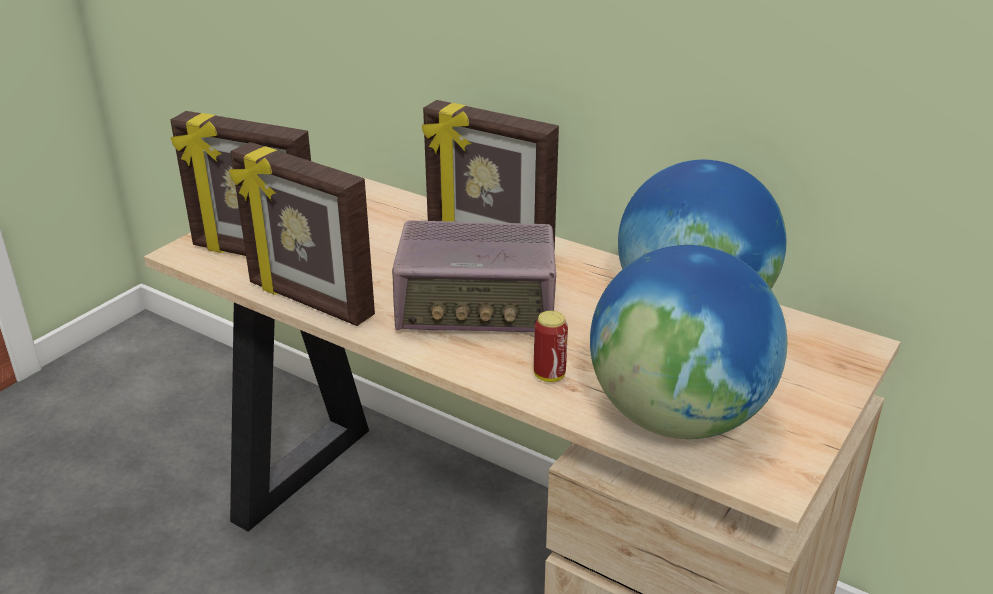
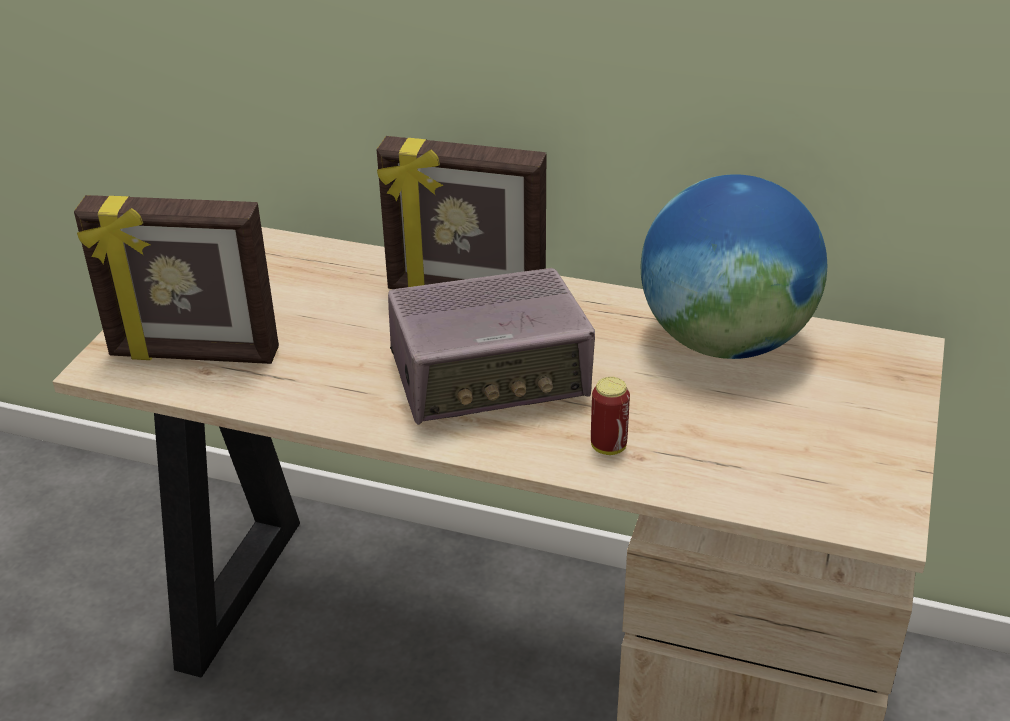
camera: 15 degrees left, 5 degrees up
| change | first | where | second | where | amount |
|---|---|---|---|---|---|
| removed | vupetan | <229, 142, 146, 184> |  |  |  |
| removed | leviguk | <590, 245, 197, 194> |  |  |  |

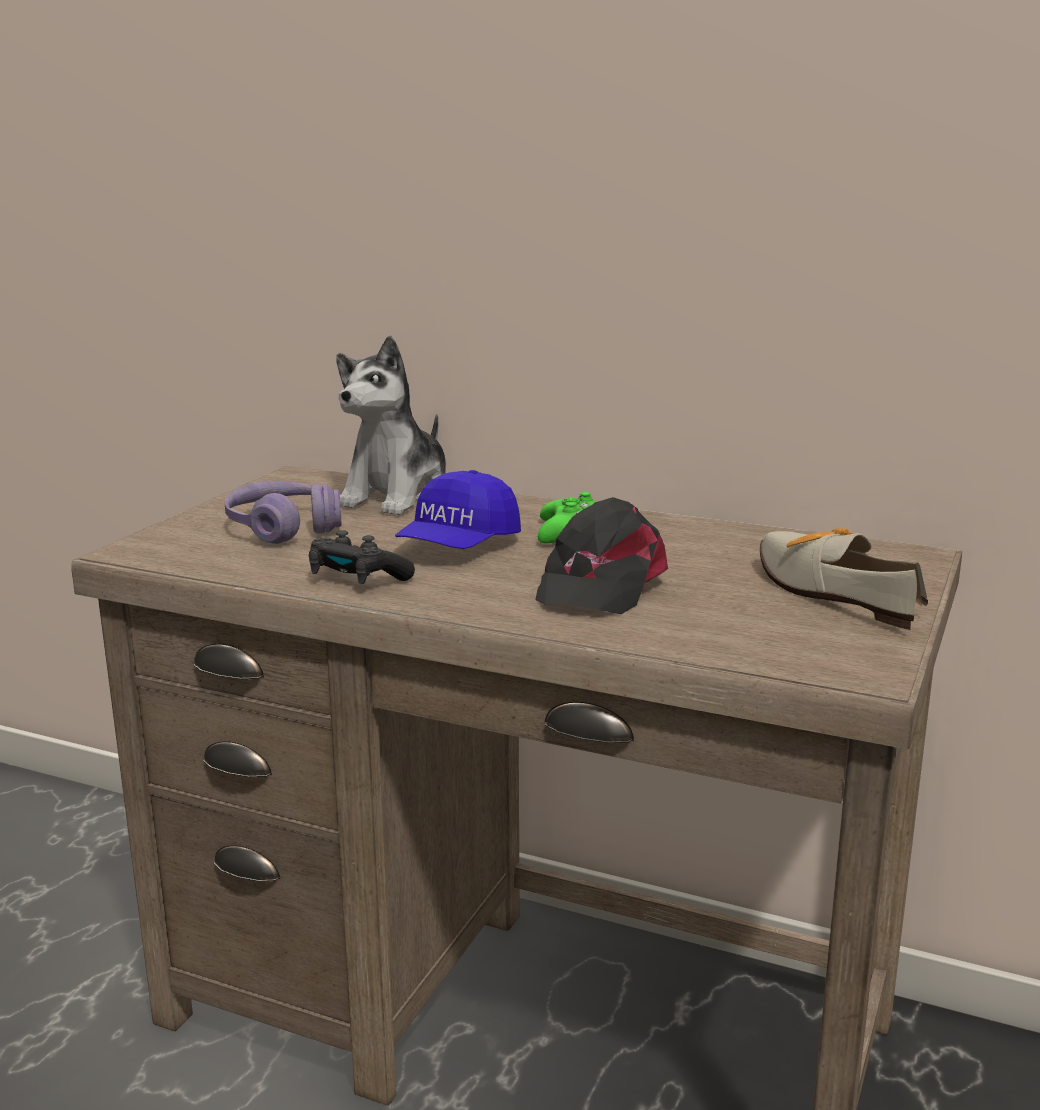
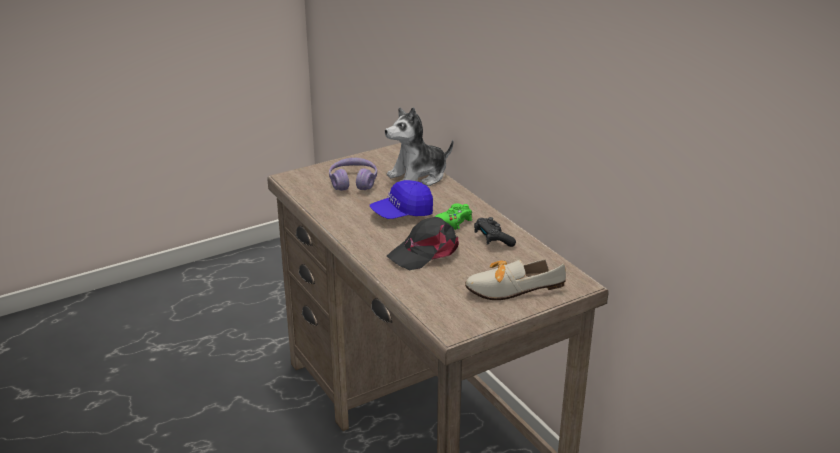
camera: 35 degrees right, 10 degrees up
| change | first | where | second | where | amount |
|---|---|---|---|---|---|
| turned | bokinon | <760, 528, 168, 102> |  | <465, 259, 101, 41> | 105 degrees counterclockwise |
| moved | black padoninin | <309, 530, 106, 54> |  | <474, 217, 42, 30> |  |

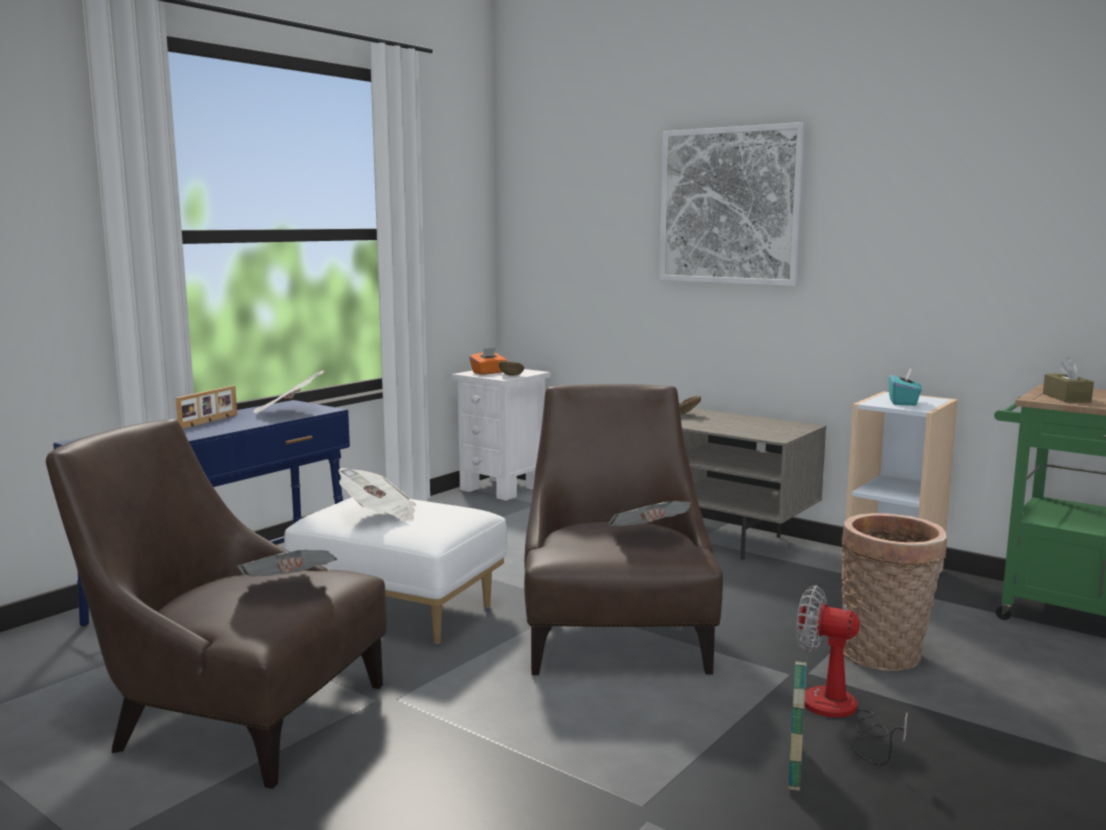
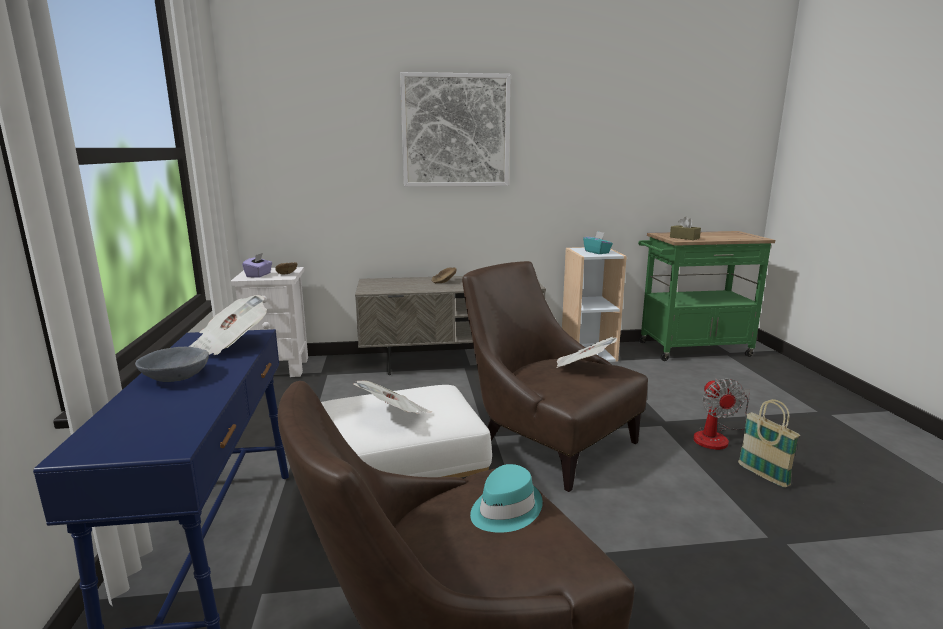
camera: 45 degrees left, 5 degrees up
| change | first | where | second | where | amount |
|---|---|---|---|---|---|
| replaced | vupetan | <176, 386, 61, 43> | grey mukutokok | <135, 347, 74, 35> |  |
| recoloured | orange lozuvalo | <469, 348, 38, 27> | purple lozuvalo | <242, 253, 30, 25> |  |
| replaced | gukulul | <237, 550, 100, 27> | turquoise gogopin | <470, 464, 73, 69> |  |
| turned | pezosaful | <796, 585, 112, 180> |  | <693, 378, 57, 72> | 75 degrees counterclockwise |
| removed | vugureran | <842, 513, 105, 158> |  |  |  |

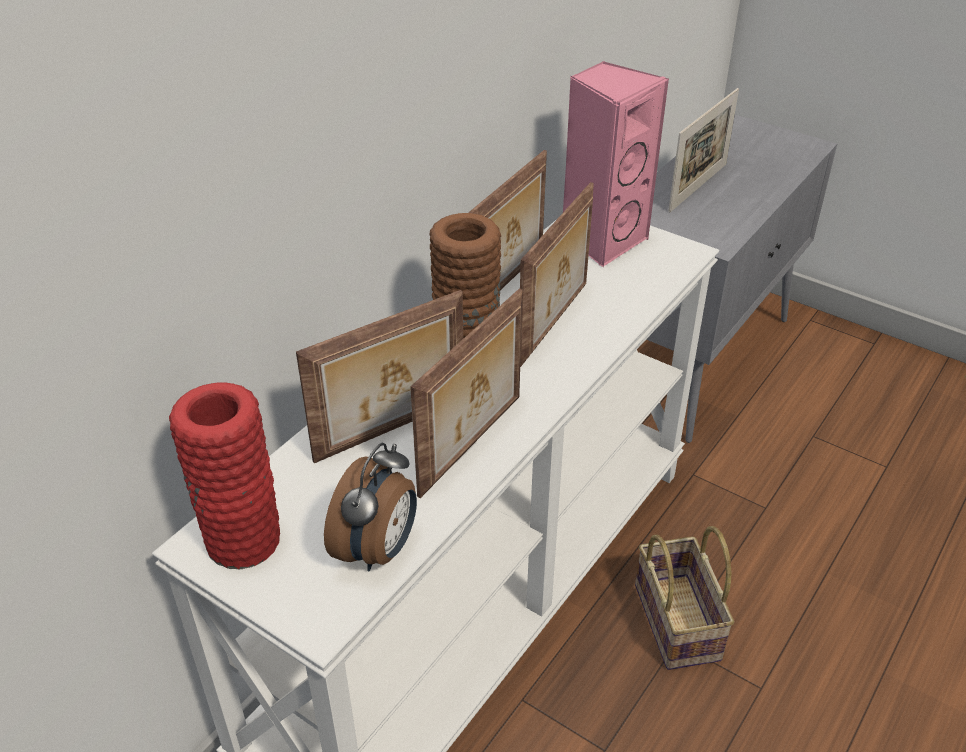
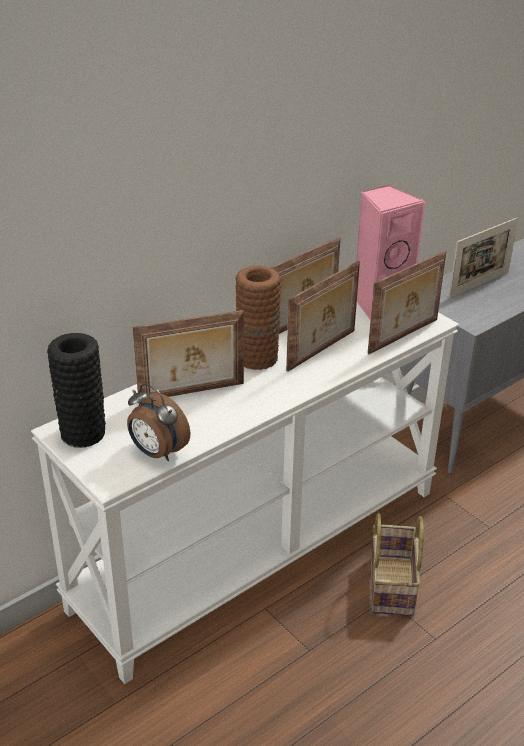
camera: 15 degrees right, 5 degrees down
| change | first | where | second | where | amount |
|---|---|---|---|---|---|
| recoloured | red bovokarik | <169, 382, 111, 187> | black bovokarik | <47, 333, 59, 115> |  |
| turned | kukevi | <324, 443, 93, 129> |  | <127, 384, 64, 77> | 90 degrees clockwise |
| moved | vupetan | <410, 288, 113, 210> |  | <367, 251, 80, 103> |  |

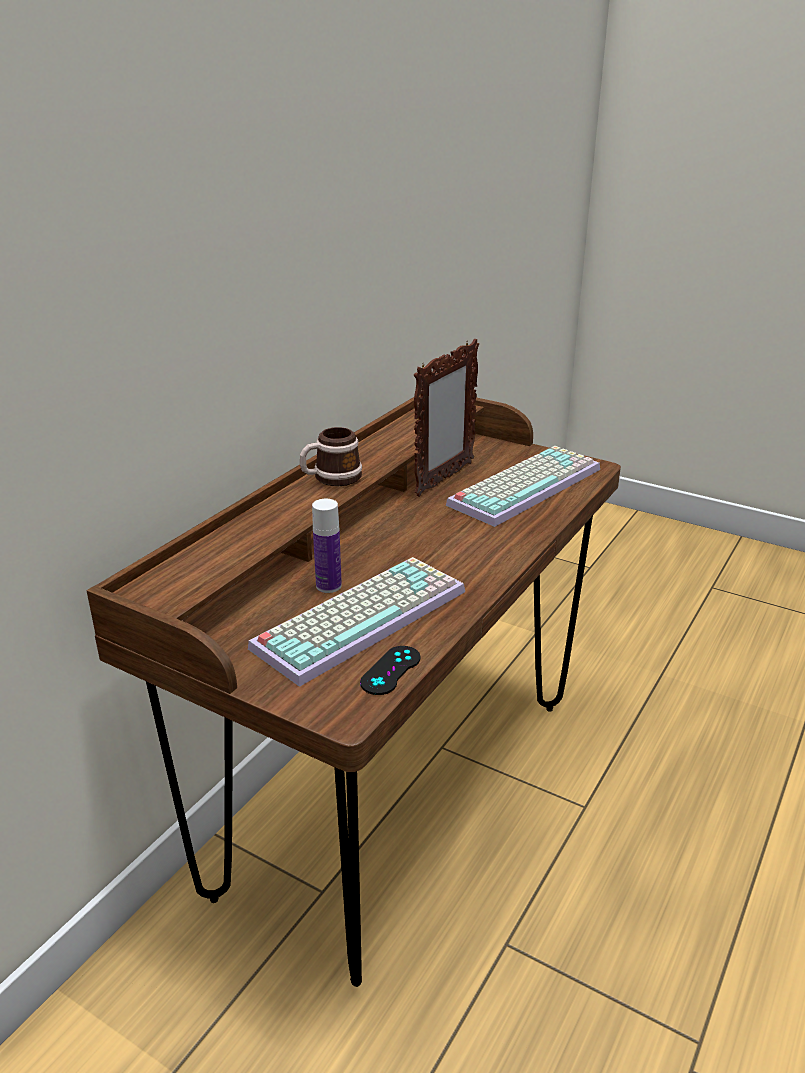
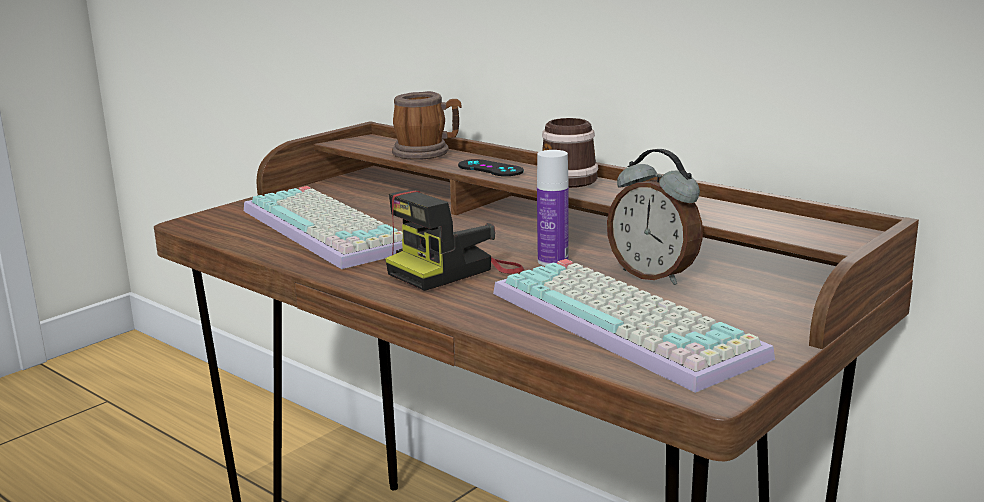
camera: 100 degrees right, 10 degrees down
| change | first | where | second | where | amount |
|---|---|---|---|---|---|
| added |  |  | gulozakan | <385, 190, 139, 101> |  |
| added |  |  | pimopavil | <392, 91, 69, 69> |  |
| moved | black padoninin | <360, 646, 61, 49> |  | <458, 159, 66, 17> |  |
| moved | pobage | <312, 499, 30, 94> |  | <537, 150, 32, 116> |  |
| replaced | vupetan | <414, 339, 65, 158> | kukevi | <607, 149, 96, 136> |  |

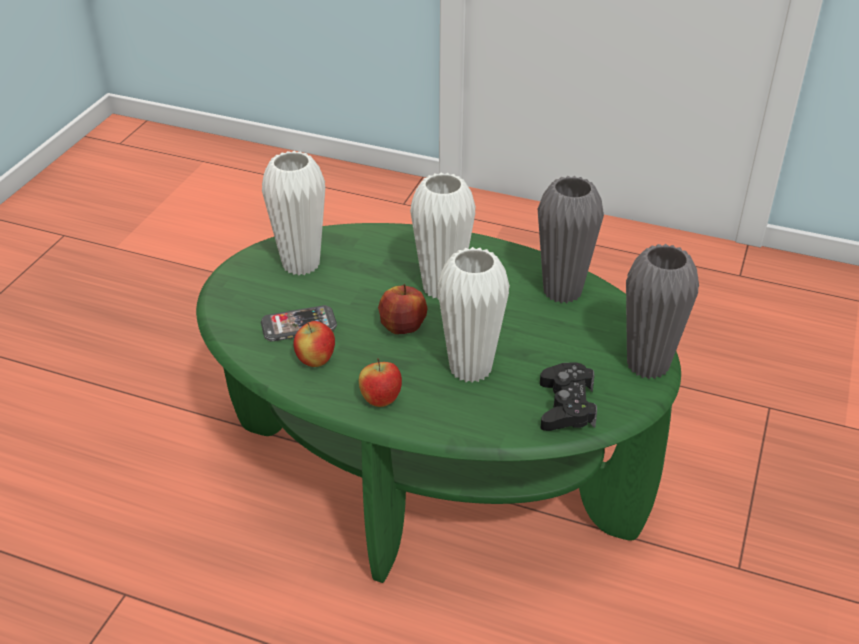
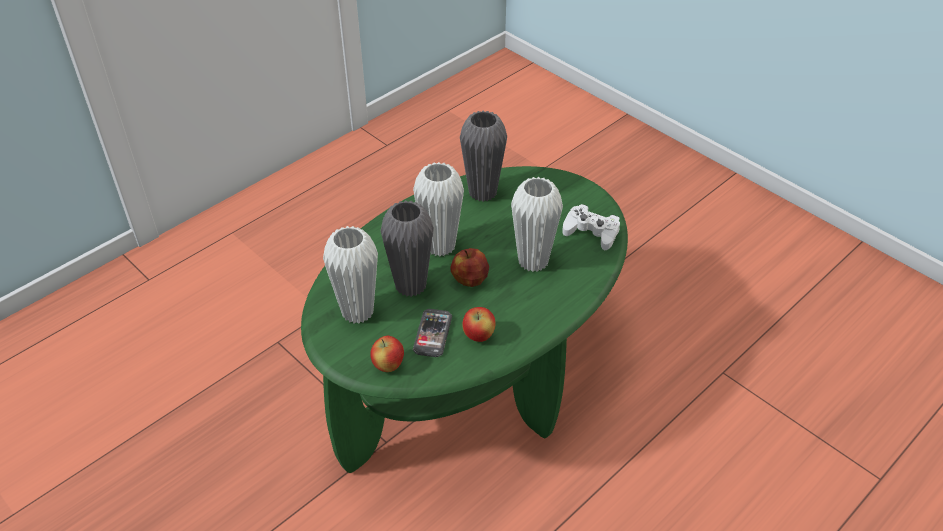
camera: 65 degrees left, 5 degrees up
| change | first | where | second | where | amount |
|---|---|---|---|---|---|
| moved | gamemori | <359, 358, 43, 49> |  | <370, 336, 34, 36> |  |
| moved | grey bovokarik | <626, 244, 73, 135> |  | <381, 200, 53, 97> |  |
| recoloured | black padoninin | <540, 362, 57, 69> | white padoninin | <562, 204, 58, 46> |  |

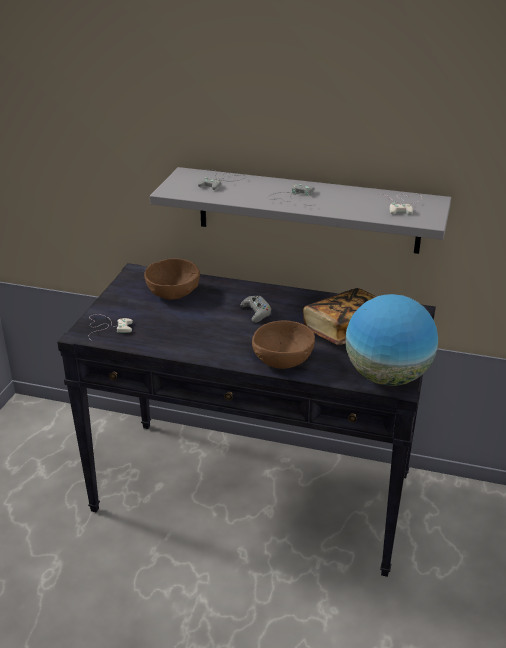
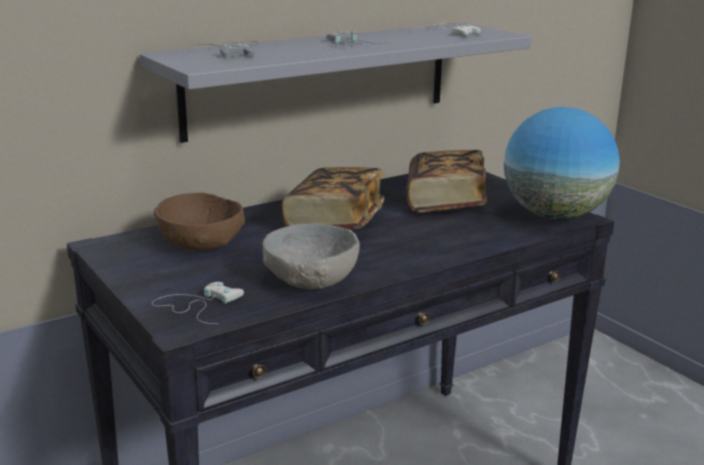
camera: 50 degrees left, 10 degrees down
| change | first | where | second | where | amount |
|---|---|---|---|---|---|
| added |  |  | grey mukutokok | <263, 224, 97, 66> |  |
| replaced | grey padoninin | <240, 295, 32, 28> | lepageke | <281, 167, 103, 62> |  |
| removed | brown mukutokok | <252, 320, 63, 49> |  |  |  |

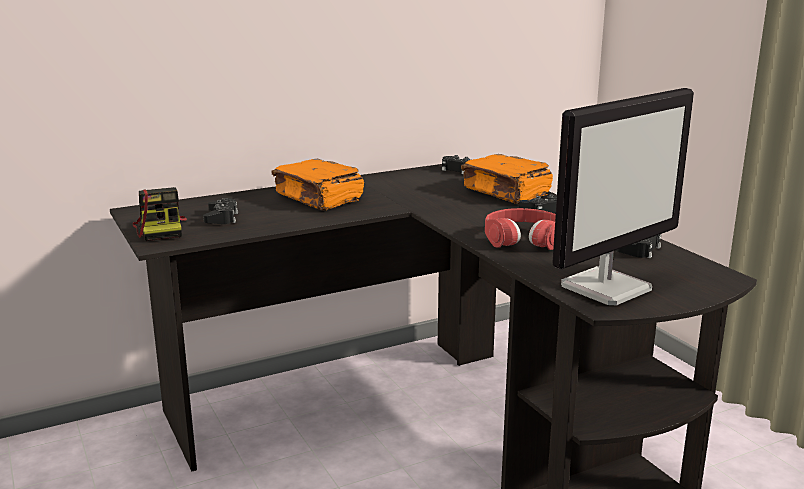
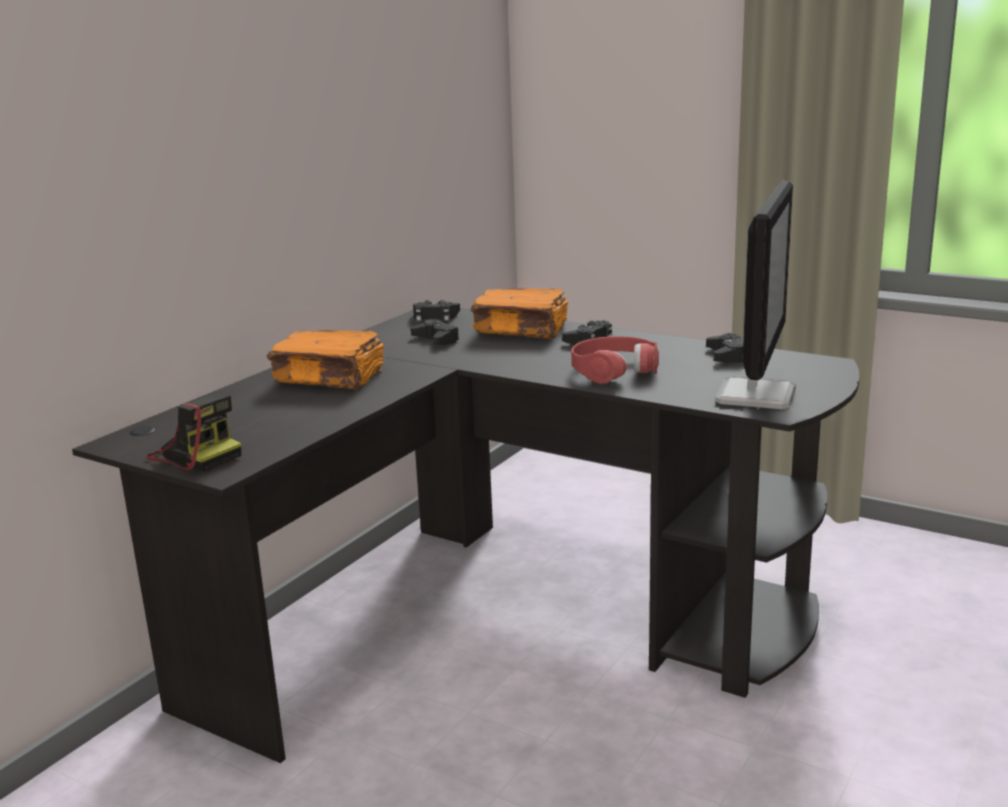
camera: 30 degrees left, 0 degrees up
| change | first | where | second | where | amount |
|---|---|---|---|---|---|
| moved | black padoninin | <203, 198, 35, 26> |  | <411, 319, 49, 26> |  |

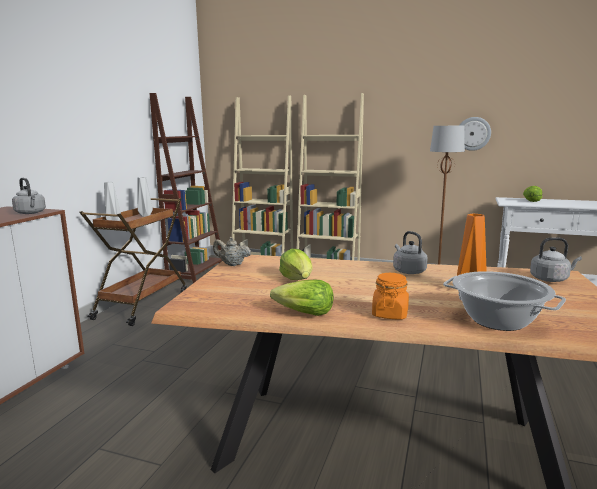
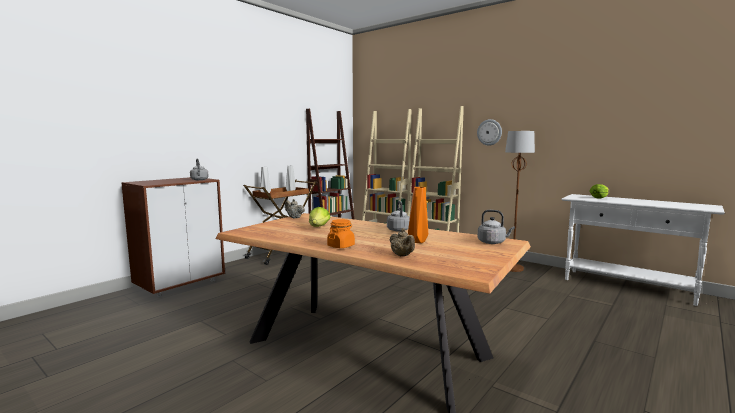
camera: 20 degrees right, 5 degrees down
| change | first | where | second | where | amount |
|---|---|---|---|---|---|
| replaced | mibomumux | <443, 271, 123, 60> | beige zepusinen | <389, 228, 26, 28> |  |
| moved | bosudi | <459, 117, 32, 34> |  | <477, 119, 25, 27> |  |
| removed | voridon | <270, 279, 64, 37> |  |  |  |

